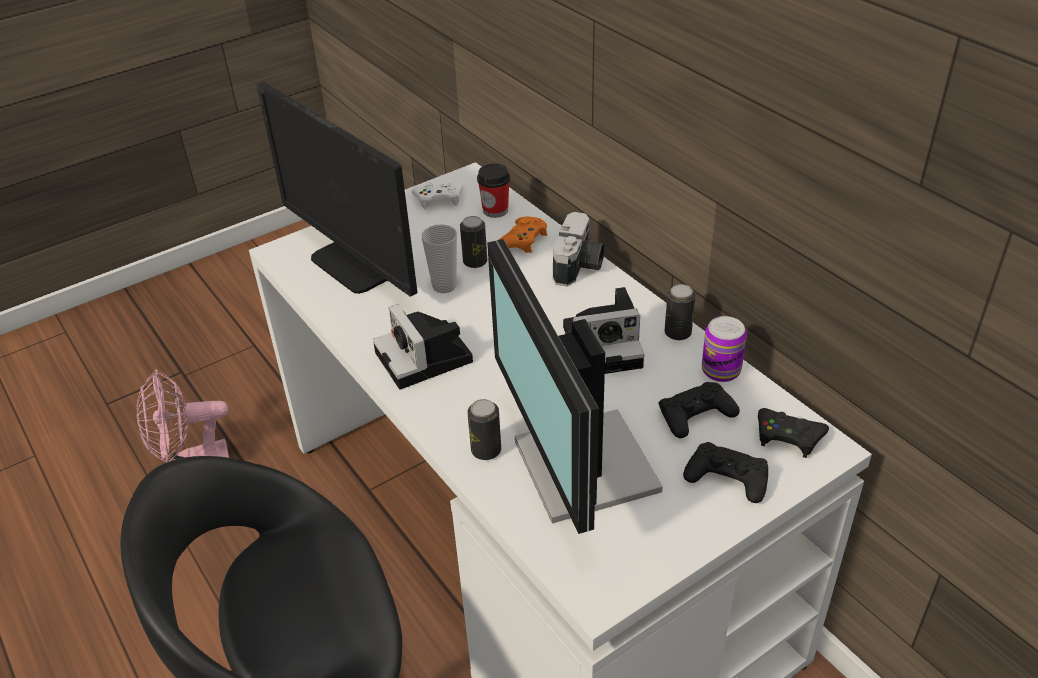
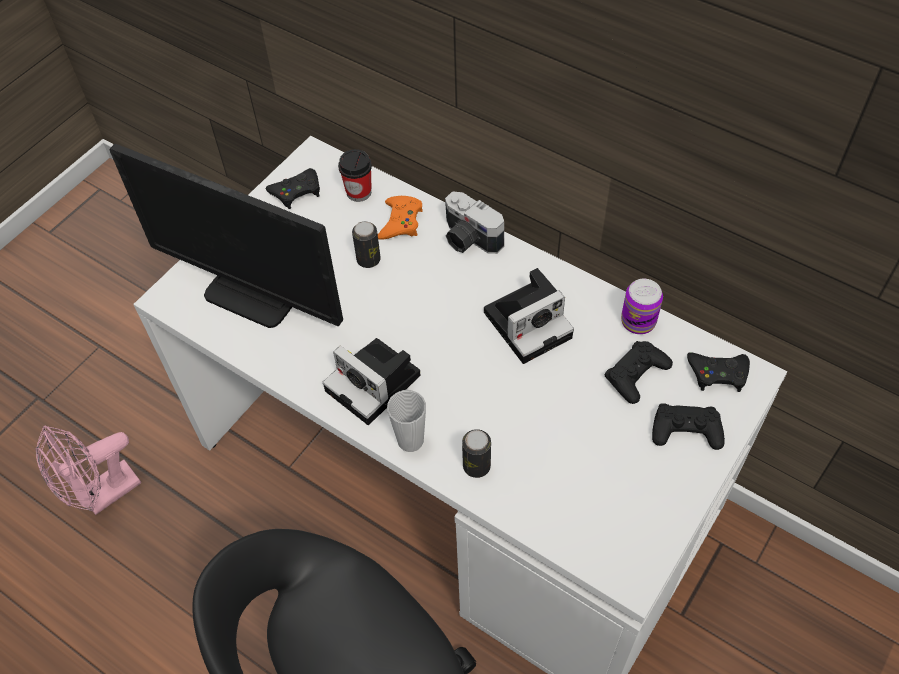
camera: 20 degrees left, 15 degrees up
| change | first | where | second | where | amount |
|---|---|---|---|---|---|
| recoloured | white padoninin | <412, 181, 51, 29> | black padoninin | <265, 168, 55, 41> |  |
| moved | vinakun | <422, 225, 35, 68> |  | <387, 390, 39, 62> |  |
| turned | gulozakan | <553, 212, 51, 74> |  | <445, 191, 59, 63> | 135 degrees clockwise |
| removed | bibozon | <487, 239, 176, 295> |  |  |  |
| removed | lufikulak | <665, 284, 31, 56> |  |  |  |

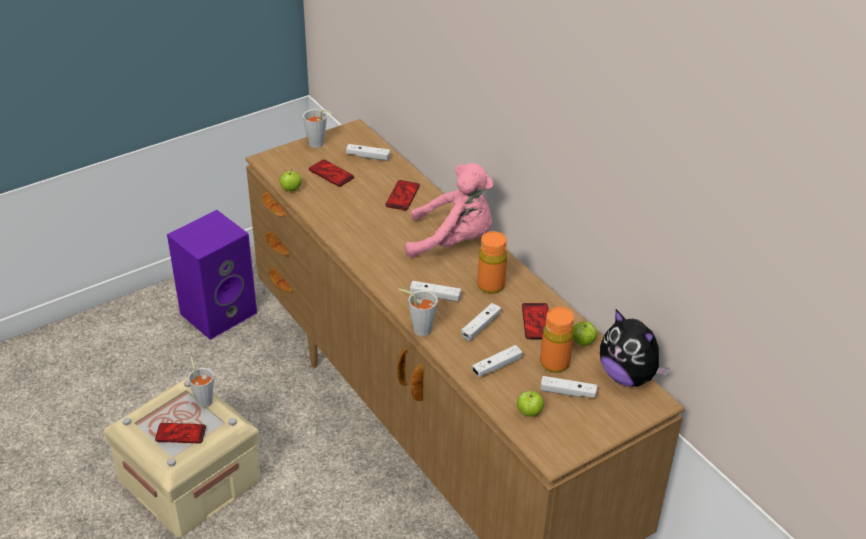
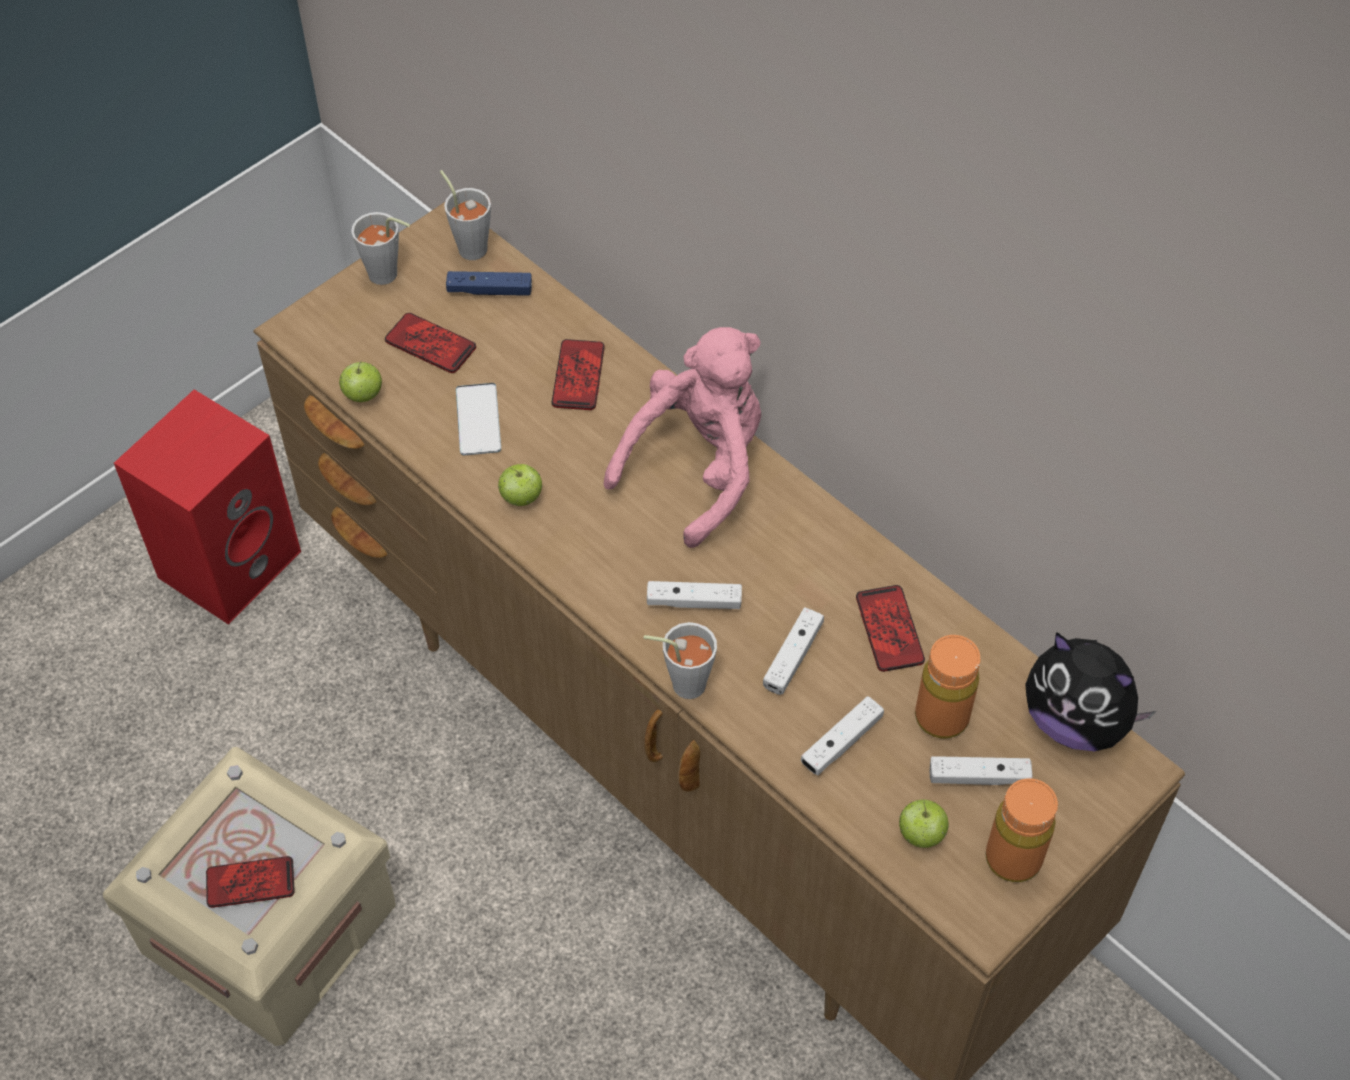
camera: 10 degrees left, 15 degrees up
| change | first | where | second | where | amount |
|---|---|---|---|---|---|
| recoloured | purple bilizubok | <167, 210, 90, 130> | red bilizubok | <114, 389, 187, 236> |  |
| moved | grey vinakun | <188, 356, 26, 52> |  | <440, 170, 51, 90> |  |
| recoloured | white padoninin | <346, 144, 44, 17> | blue padoninin | <446, 271, 86, 25> |  |
| added |  |  | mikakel | <456, 383, 45, 72> |  |
| moved | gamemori | <573, 321, 24, 25> |  | <498, 464, 44, 42> |  |
| turned | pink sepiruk | <405, 163, 89, 95> |  | <604, 327, 157, 221> | 45 degrees counterclockwise |
| moved | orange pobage | <477, 231, 30, 63> |  | <986, 778, 72, 104> |  |

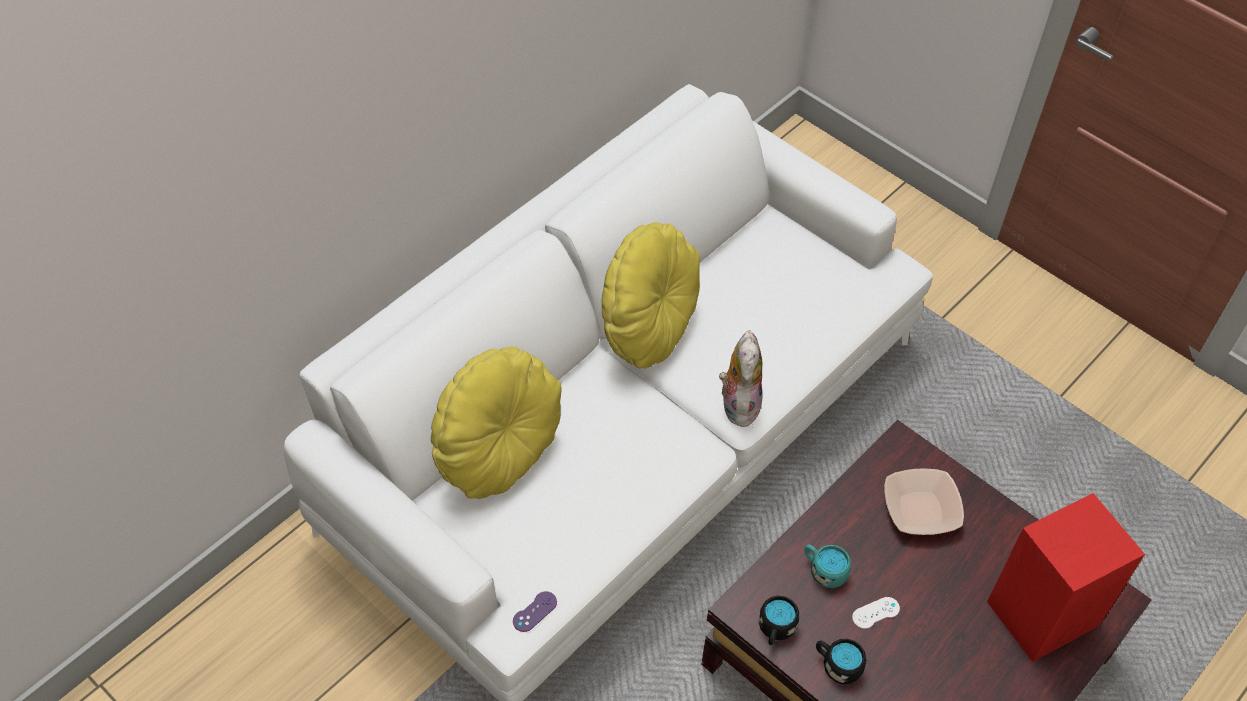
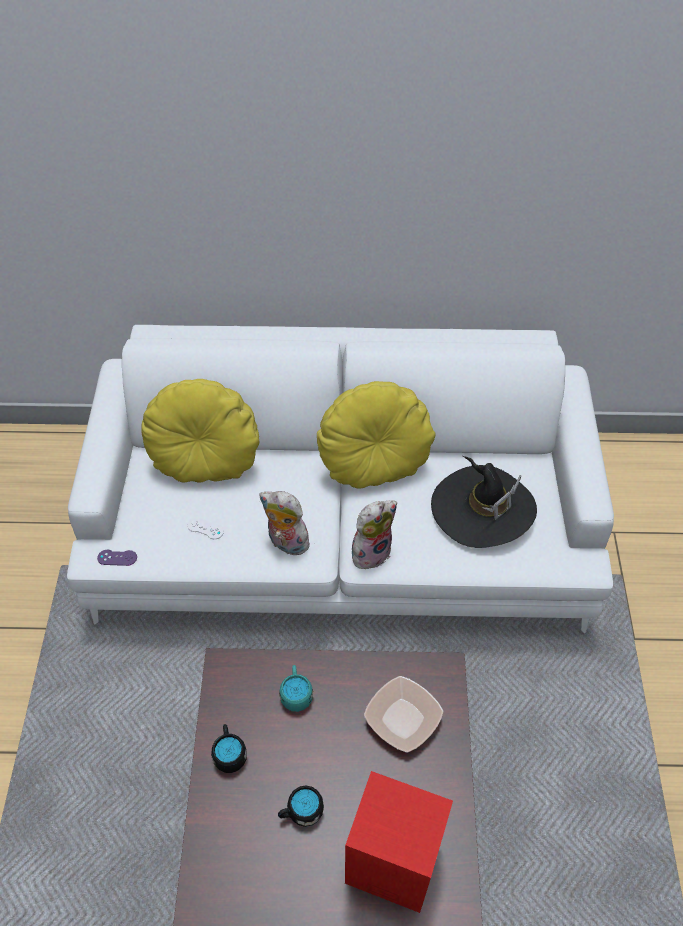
camera: 50 degrees right, 0 degrees up
| change | first | where | second | where | amount |
|---|---|---|---|---|---|
| moved | white padoninin | <852, 597, 48, 32> |  | <187, 517, 37, 22> |  |
| added |  |  | sepiruk | <259, 491, 51, 66> |  |
| moved | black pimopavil | <758, 596, 42, 49> |  | <278, 785, 46, 42> |  |
| added |  |  | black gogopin | <431, 456, 106, 92> |  |

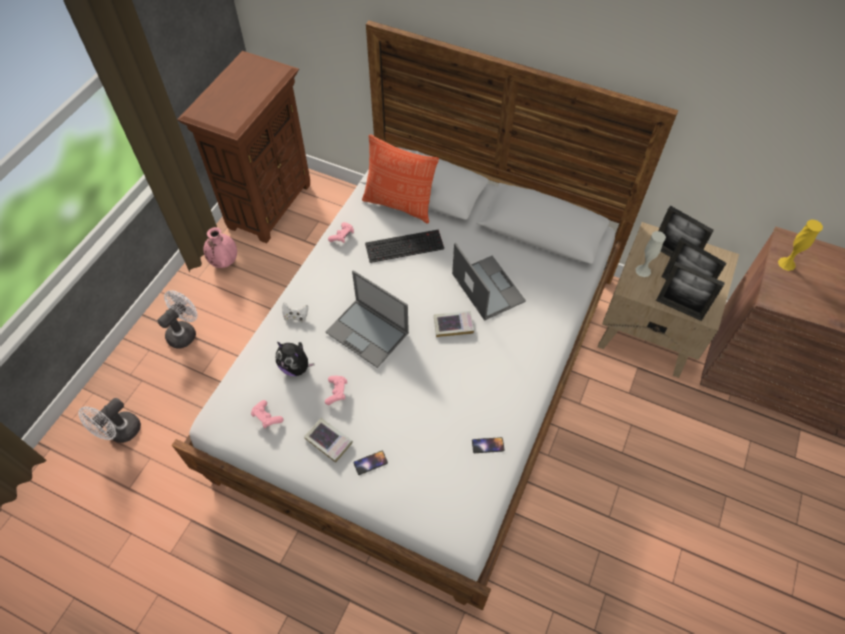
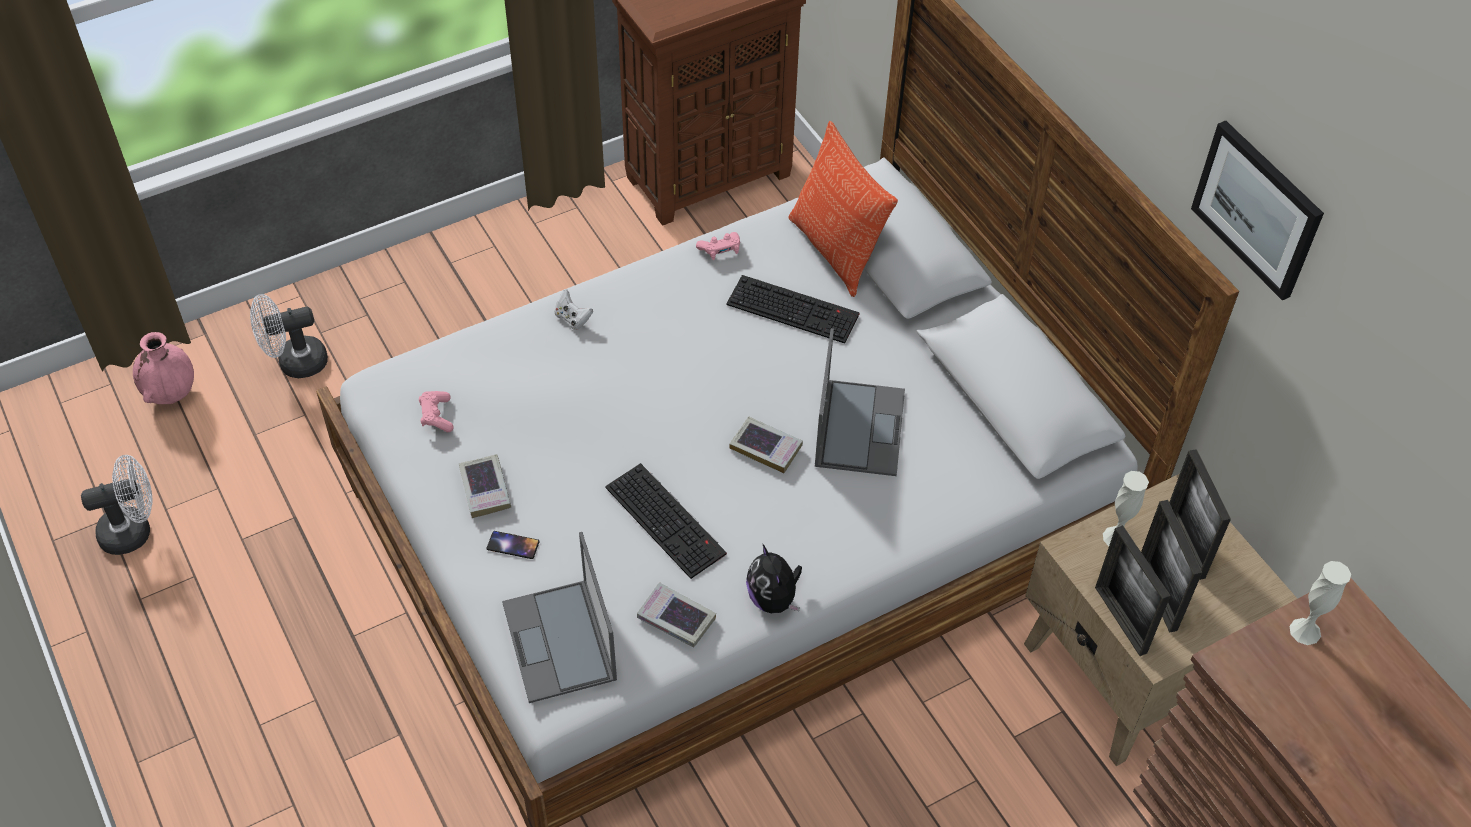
camera: 35 degrees right, 5 degrees down
| change | first | where | second | where | amount |
|---|---|---|---|---|---|
| moved | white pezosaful | <158, 290, 40, 59> |  | <81, 455, 72, 100> |  |
| moved | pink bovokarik | <203, 227, 34, 41> |  | <133, 332, 61, 72> |  |
| moved | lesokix | <325, 270, 84, 98> |  | <502, 532, 115, 171> |  |
| added |  |  | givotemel | <605, 463, 122, 116> |  |
| replaced | mikakel | <472, 437, 33, 16> | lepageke | <637, 582, 79, 66> |  |
| moved | sepiruk | <276, 342, 39, 34> |  | <746, 544, 56, 70> |  |
| added |  |  | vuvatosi | <1191, 121, 133, 179> |  |
| recoloured | yellow bovokarik | <778, 219, 45, 52> | white bovokarik | <1289, 561, 62, 84> |  |
| removed | pink padoninin | <325, 376, 22, 29> |  |  |  |

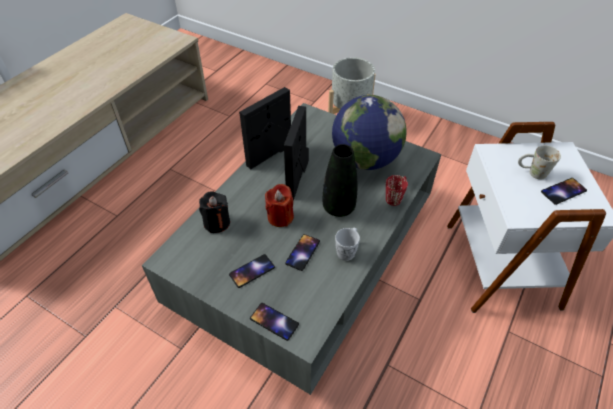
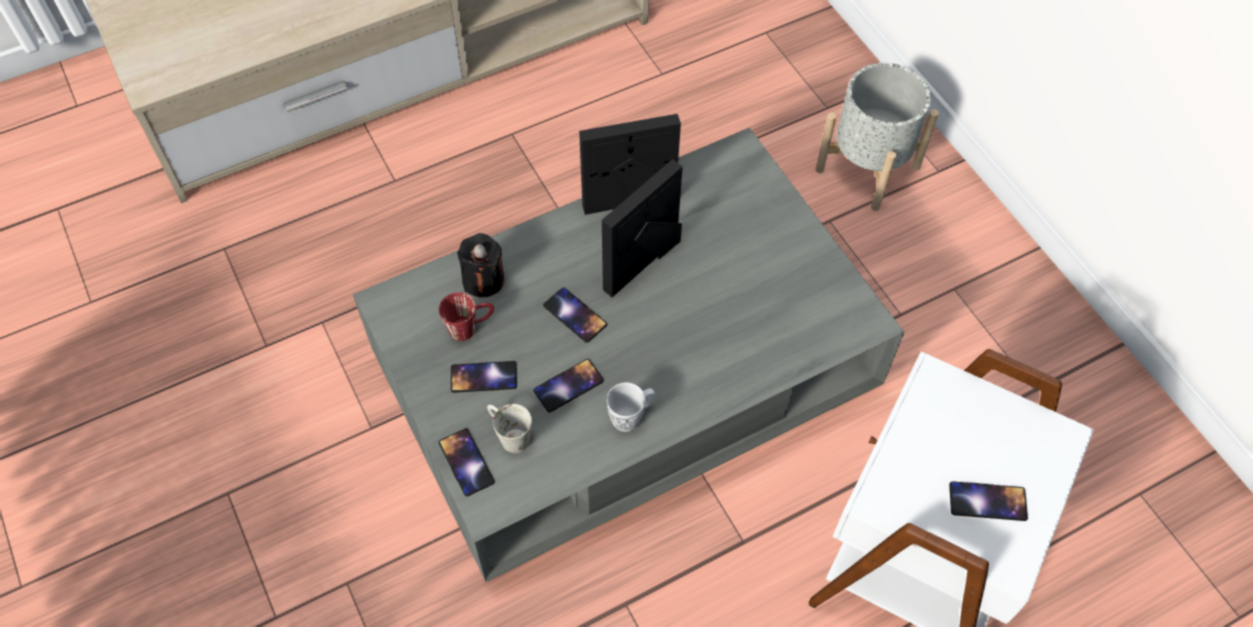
camera: 30 degrees right, 10 degrees up
| change | first | where | second | where | amount |
|---|---|---|---|---|---|
| moved | red pimopavil | <386, 175, 22, 31> |  | <439, 292, 55, 49> |  |
| moved | white pimopavil | <518, 145, 43, 34> |  | <487, 404, 45, 49> |  |
| replaced | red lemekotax | <265, 184, 29, 43> | mikakel | <543, 288, 64, 55> |  |
| removed | black bovokarik | <323, 144, 34, 73> |  |  |  |
| removed | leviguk | <332, 95, 75, 75> |  |  |  |

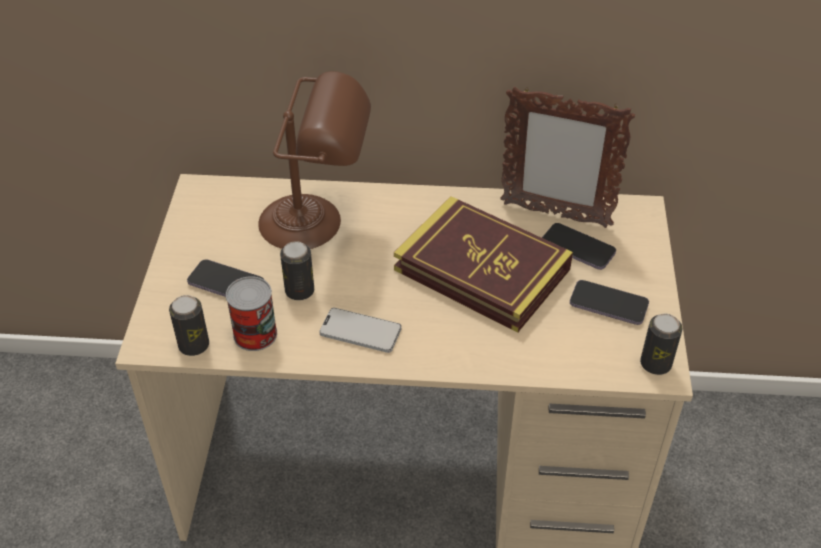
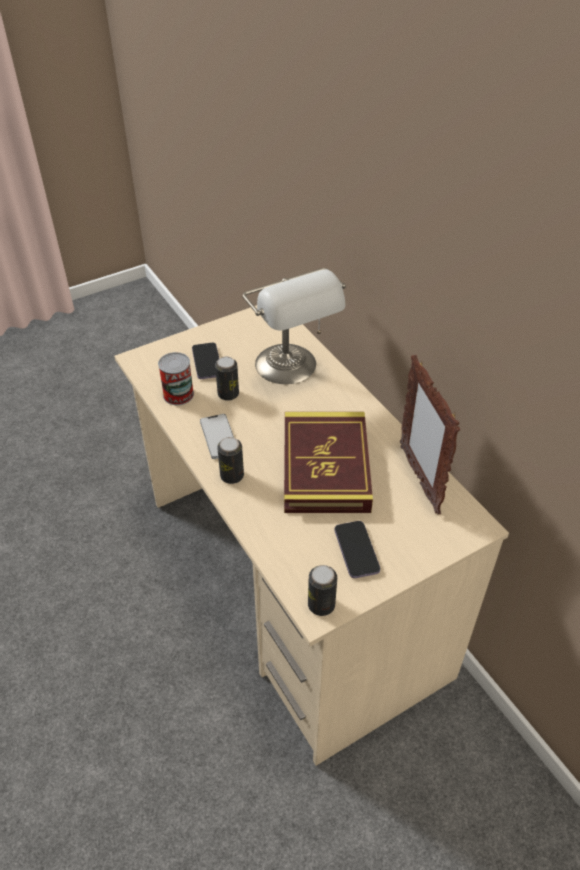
camera: 55 degrees right, 0 degrees up
| change | first | where | second | where | amount |
|---|---|---|---|---|---|
| moved | lufikulak | <169, 295, 40, 61> |  | <217, 437, 27, 47> |  |
| recoloured | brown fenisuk | <258, 71, 113, 178> | white fenisuk | <242, 268, 104, 116> |  |
| removed | mikakel | <542, 223, 74, 47> |  |  |  |

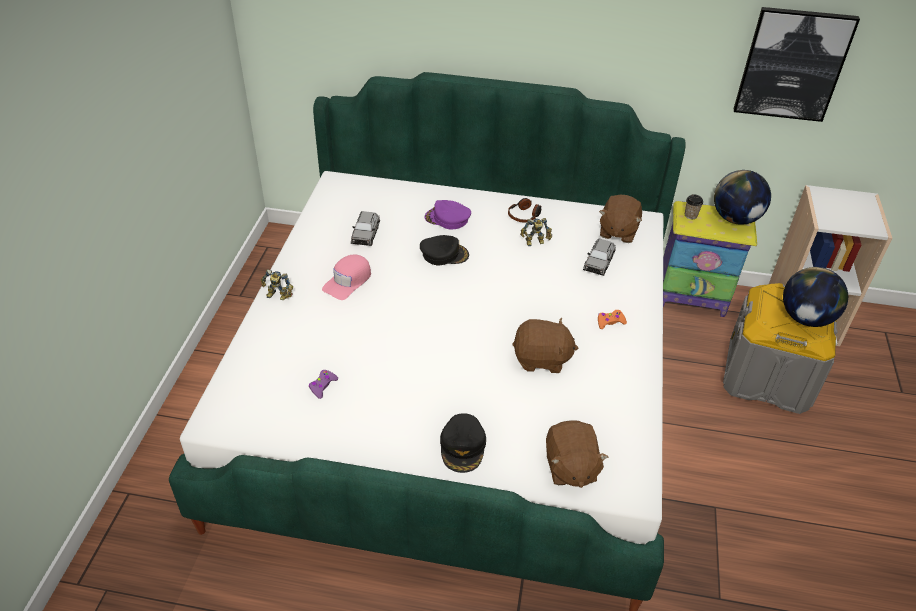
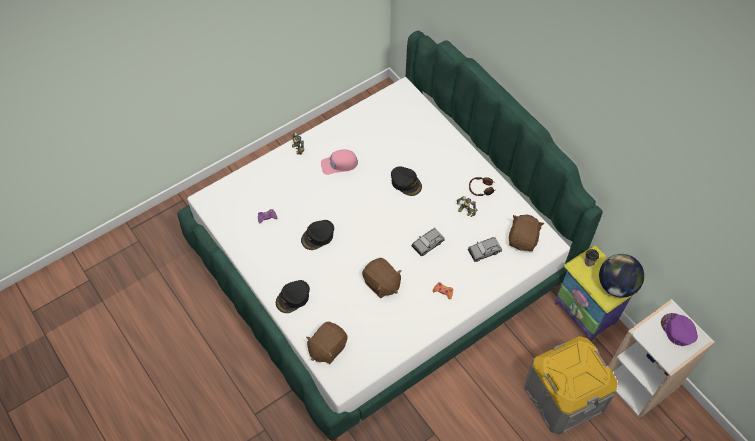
camera: 45 degrees right, 15 degrees up
| change | first | where | second | where | amount |
|---|---|---|---|---|---|
| added |  |  | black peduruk | <301, 220, 33, 30> |  |
| moved | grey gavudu | <351, 211, 29, 35> |  | <412, 228, 33, 29> |  |
| turned | brown sepiruk | <599, 195, 43, 48> |  | <509, 215, 35, 36> | 135 degrees clockwise |
| moved | purple peduruk | <425, 200, 46, 29> |  | <661, 313, 37, 33> |  |
| removed | vuvatosi | <734, 7, 126, 115> |  |  |  |
| removed | leviguk | <783, 267, 65, 60> |  |  |  |

